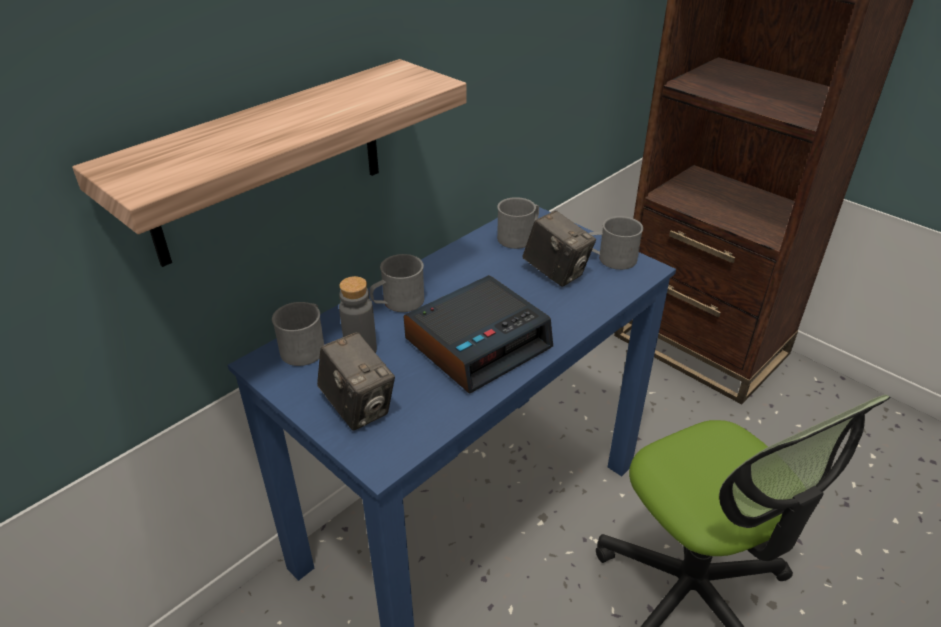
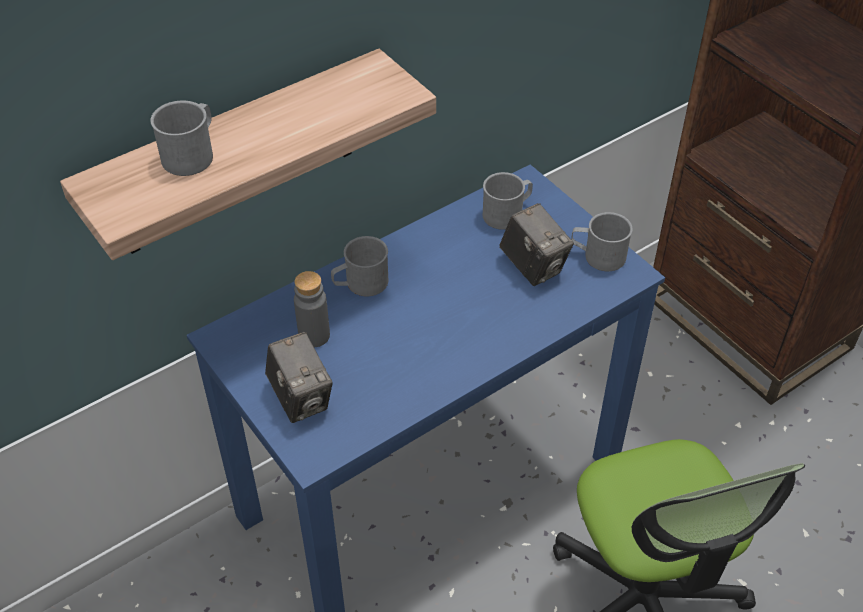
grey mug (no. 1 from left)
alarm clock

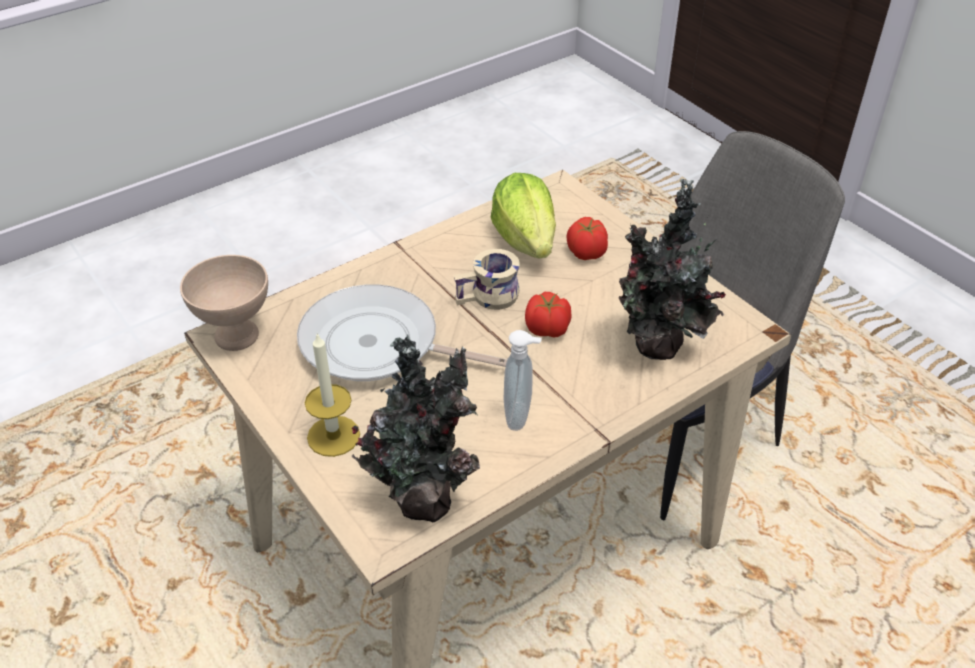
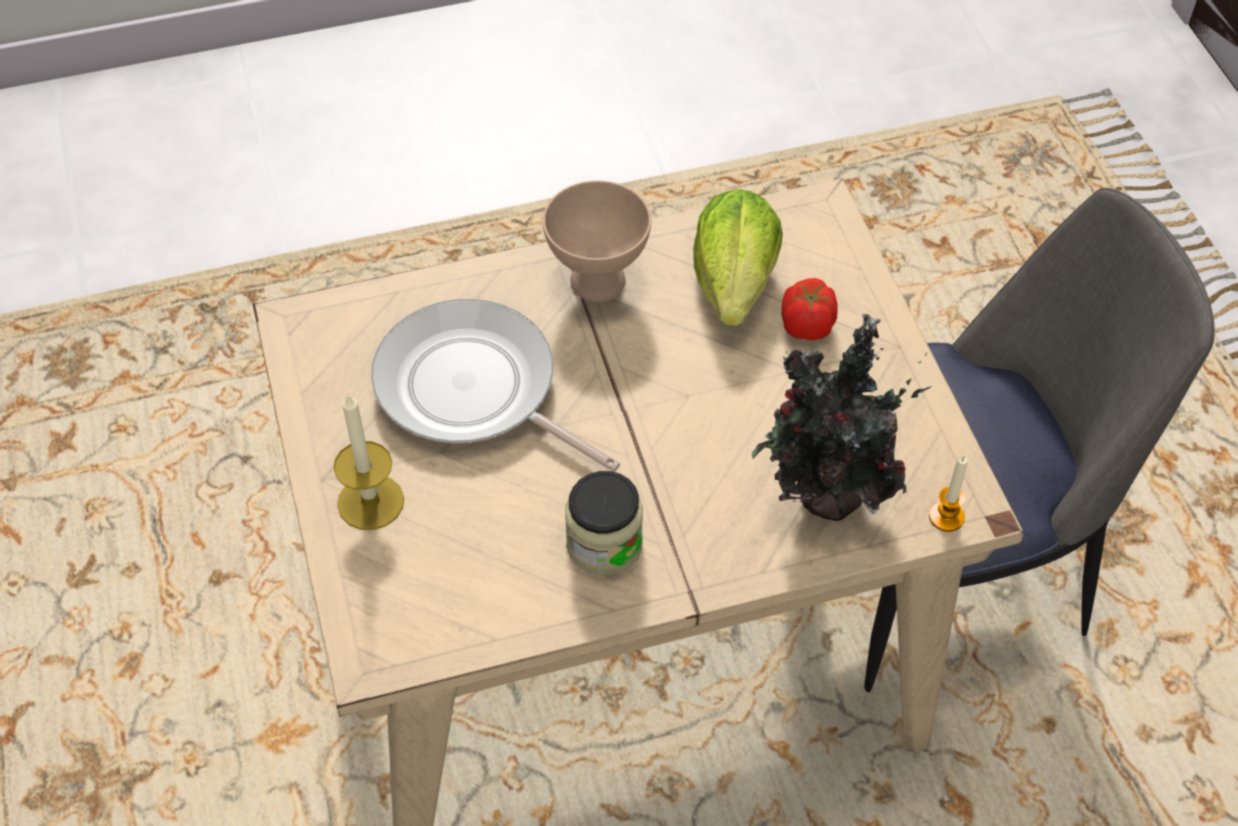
beige bowl
potted plant (no. 1 from left in the first image)
beige mug
jar
tomato (no. 1 from left in the first image)
candle (no. 2 from left)

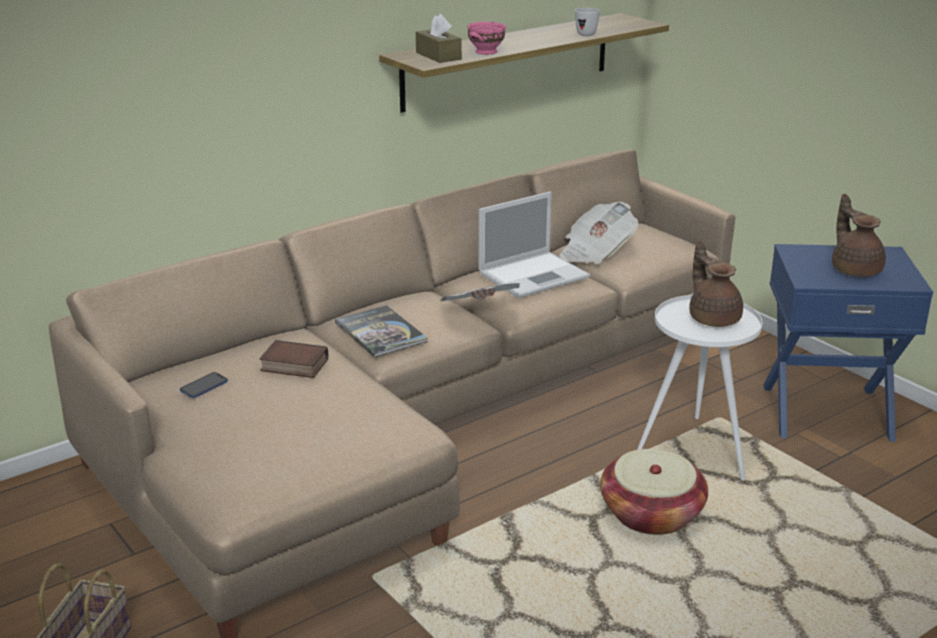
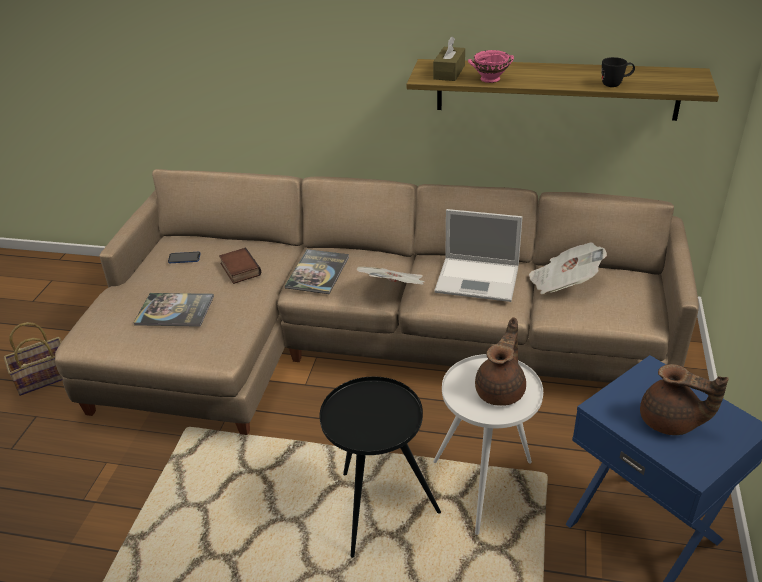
black mug
black side table
brown teapot (no. 2 from left)
book (no. 1 from left)

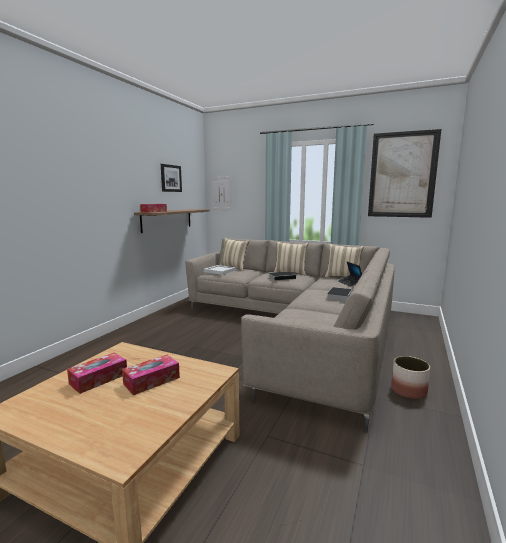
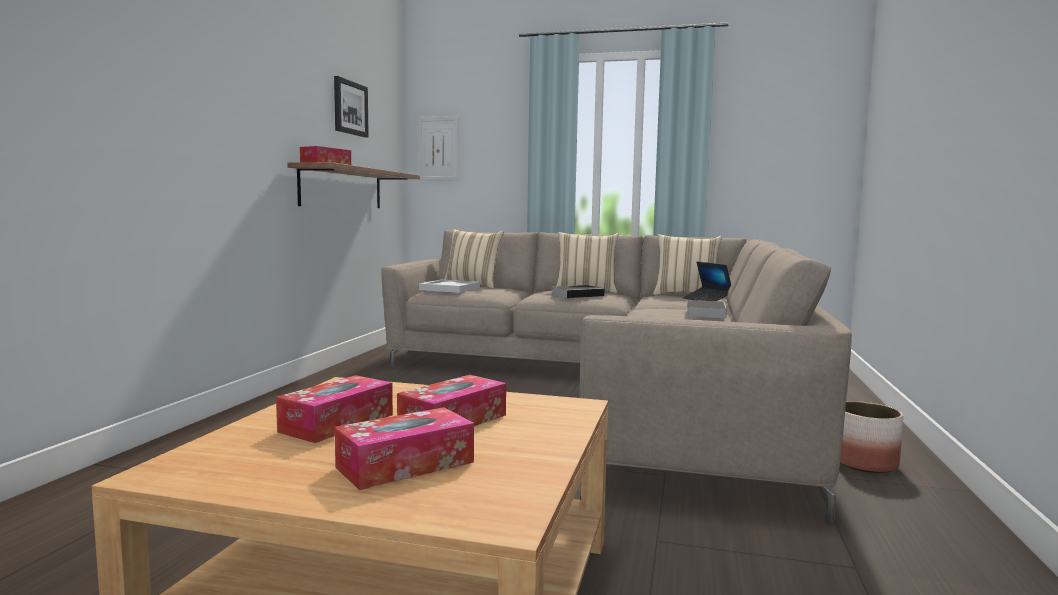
picture (no. 3 from left in the first image)
tissue box (no. 3 from left)

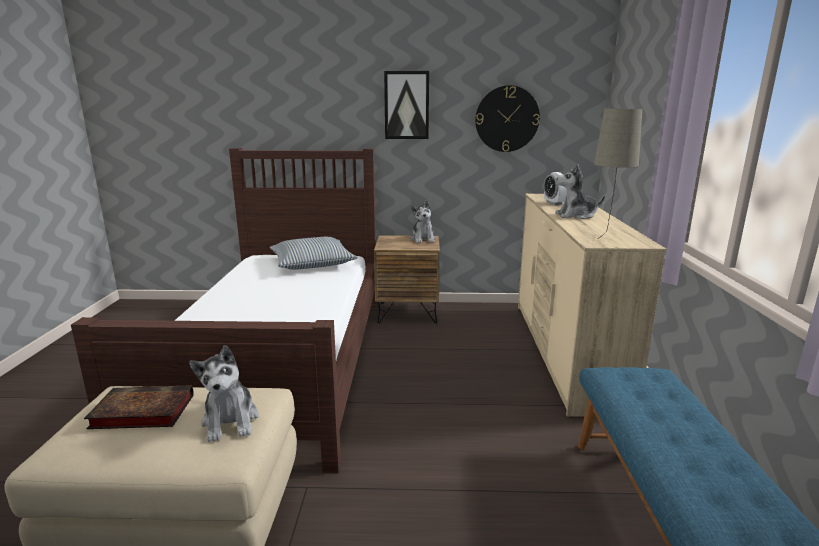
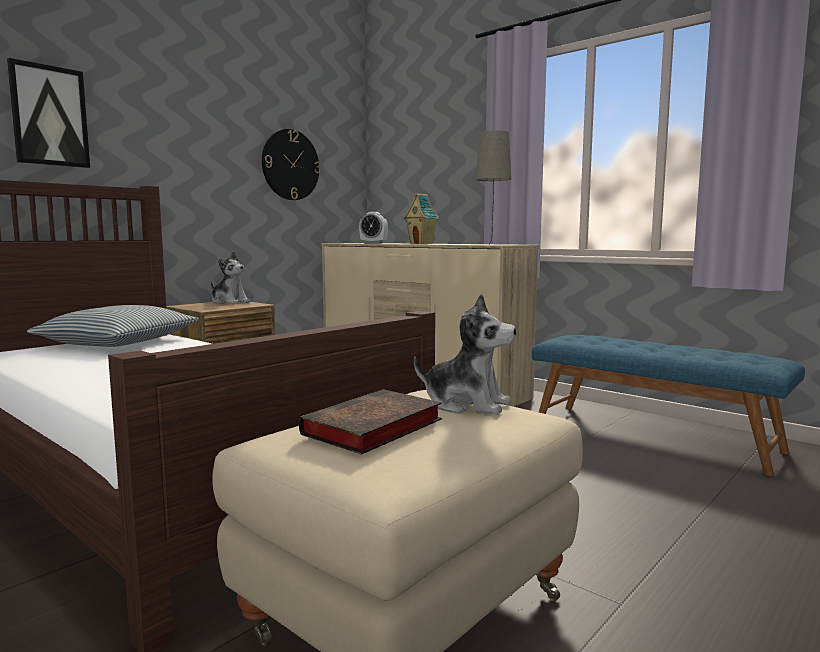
picture
toy house

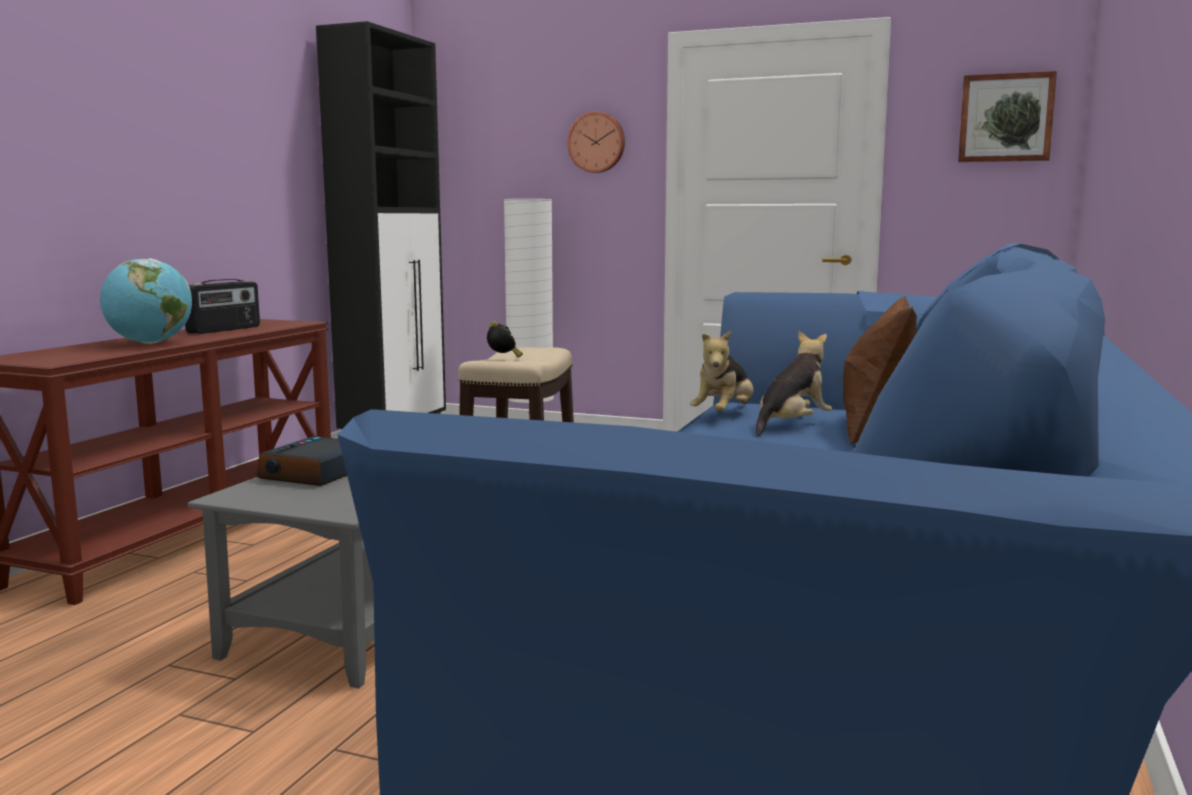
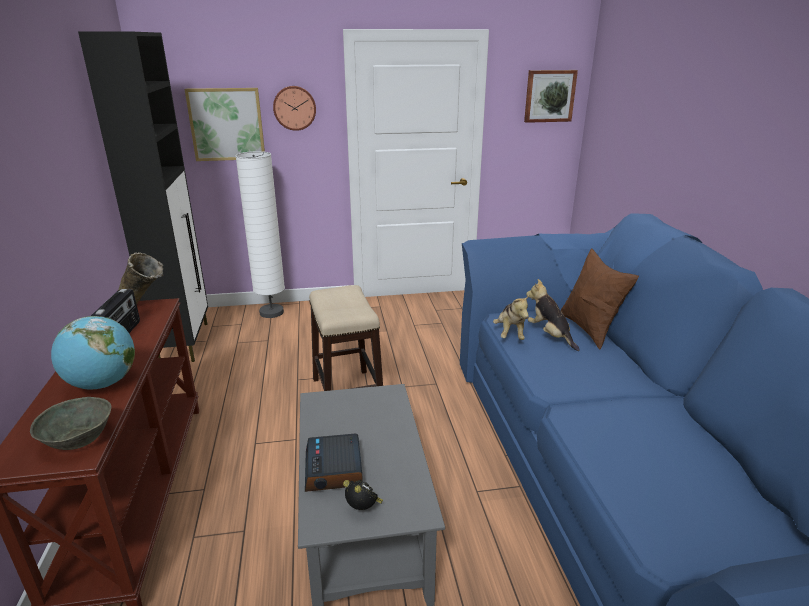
alarm clock (no. 2 from left)
plush toy (no. 2 from left)
grey bowl
beige vase
picture (no. 1 from left)

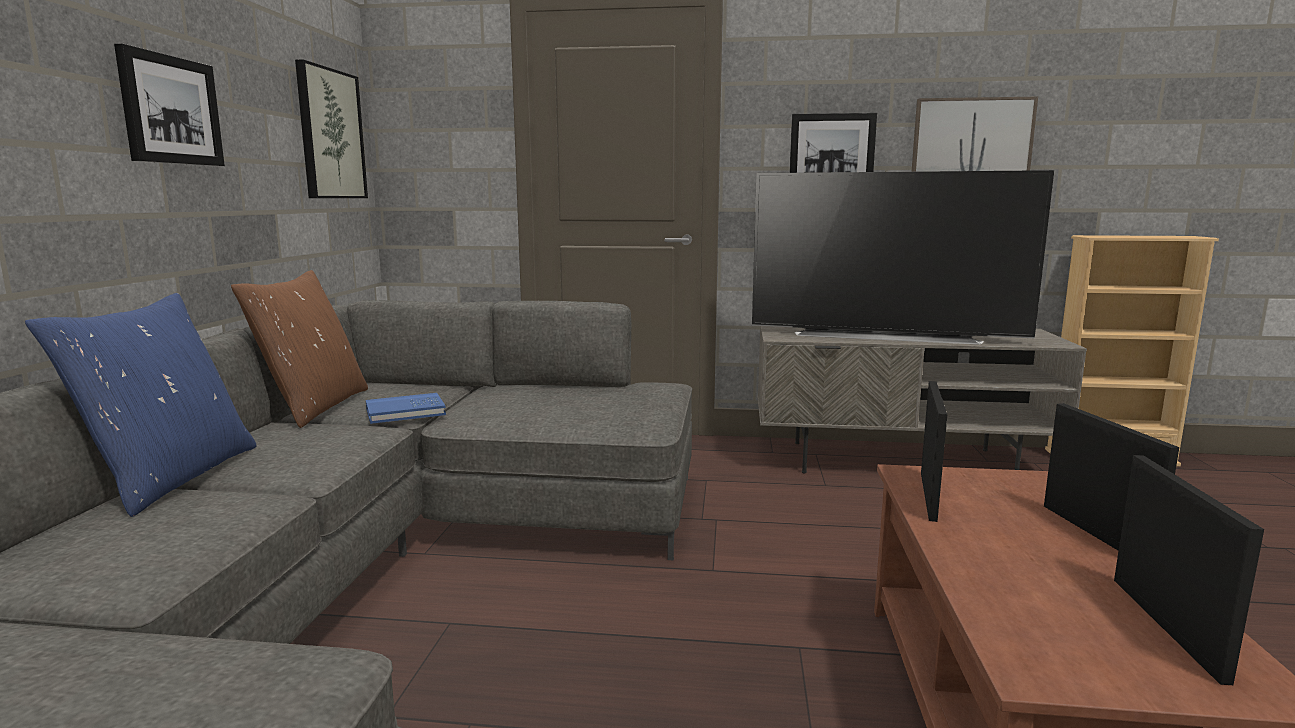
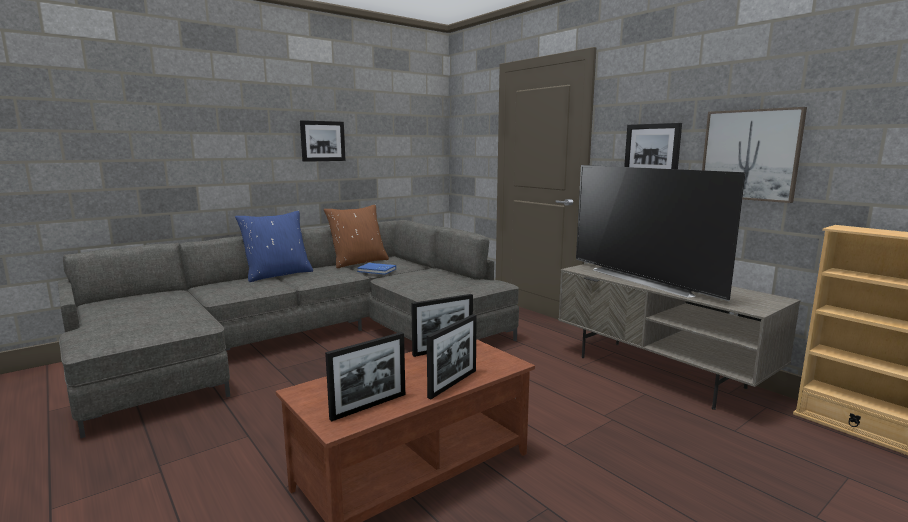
picture (no. 2 from left in the first image)

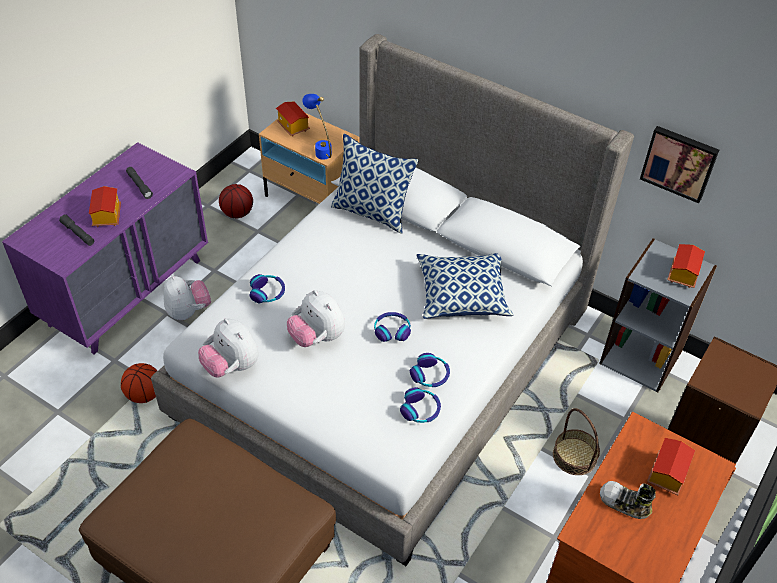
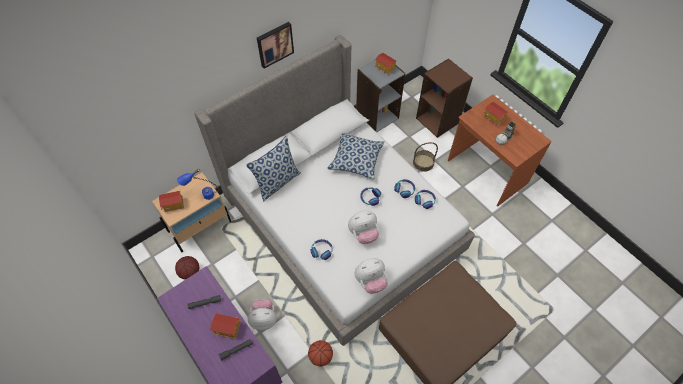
picture

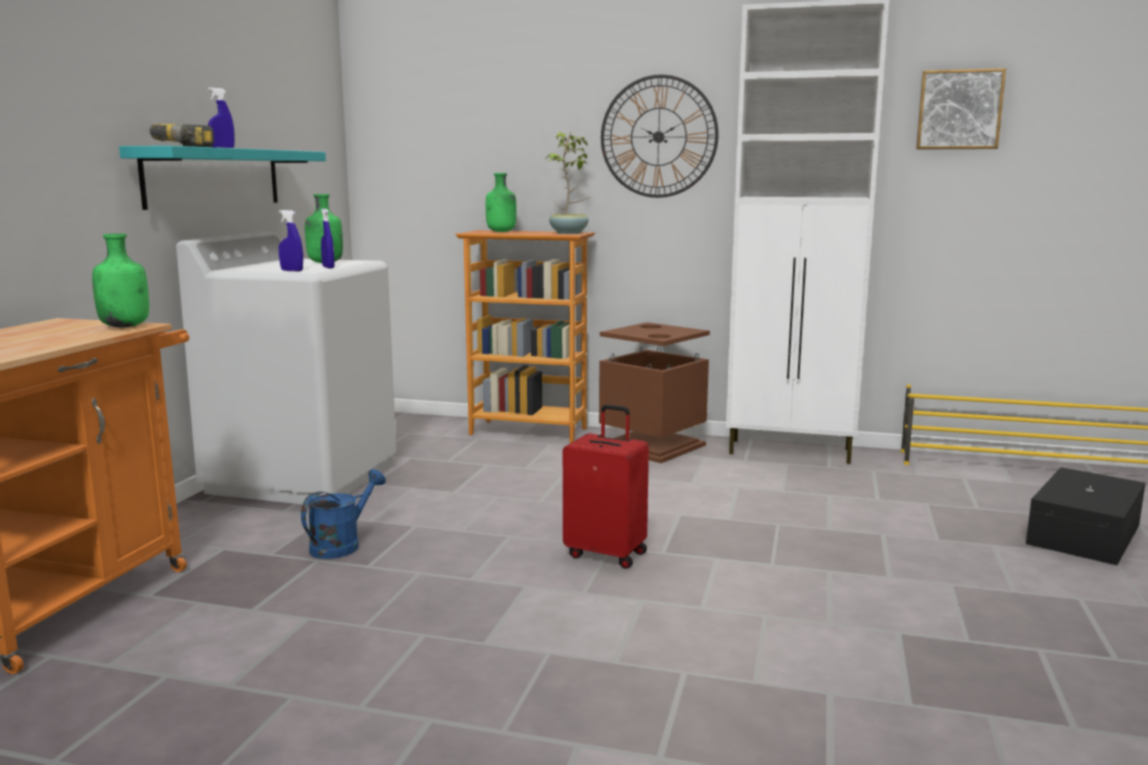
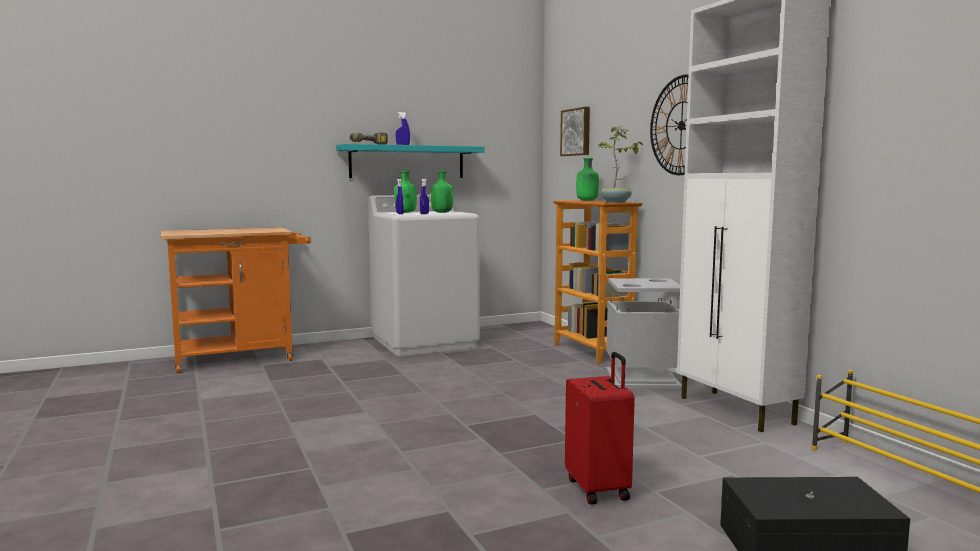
green bottle (no. 1 from left)
blue watering can
red suitcase
grey trash can
picture

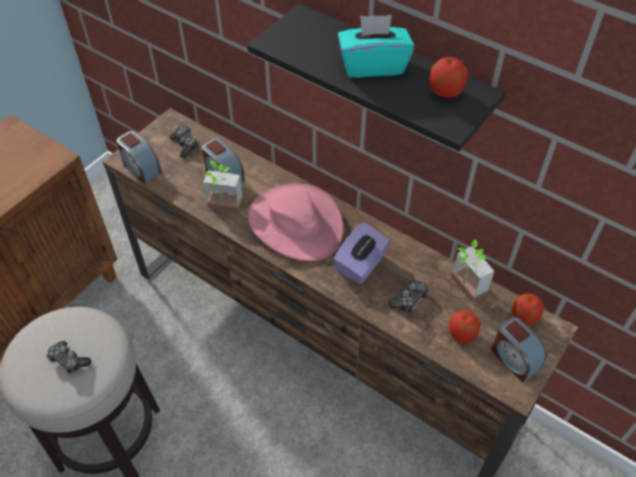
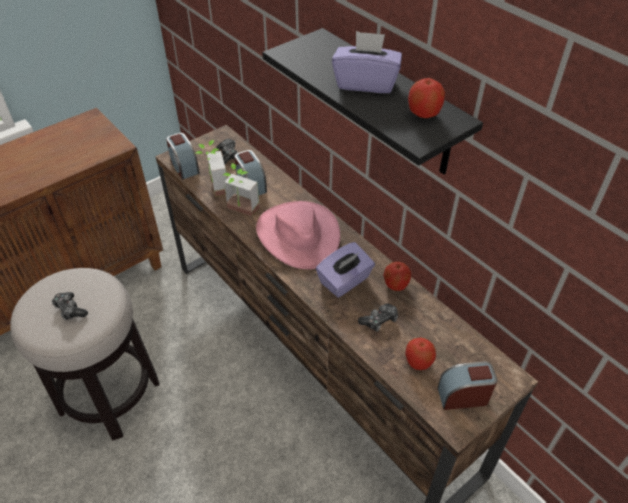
purple tissue box (no. 2 from left)
potted plant (no. 1 from left)
alarm clock (no. 3 from left)
apple (no. 1 from left)

